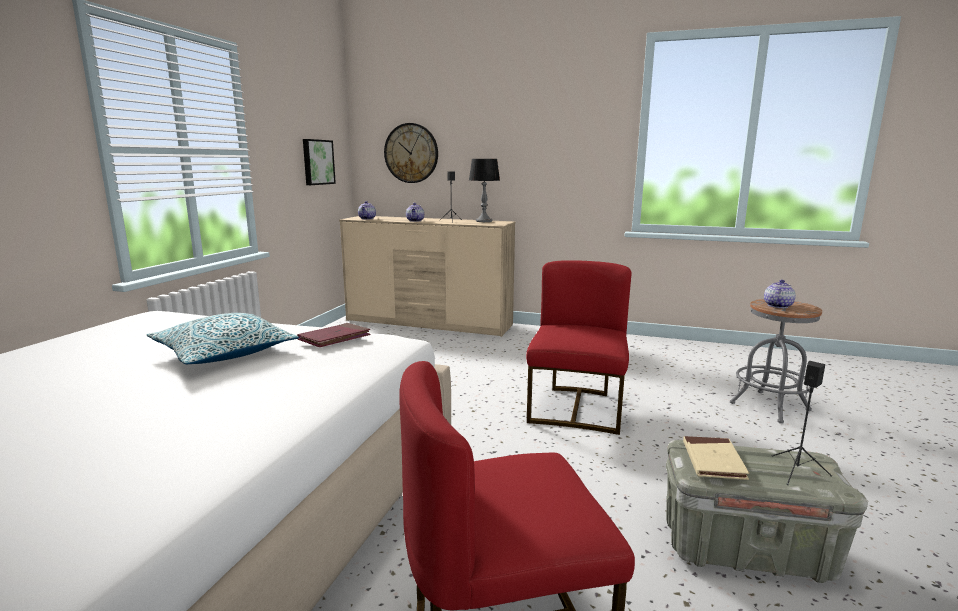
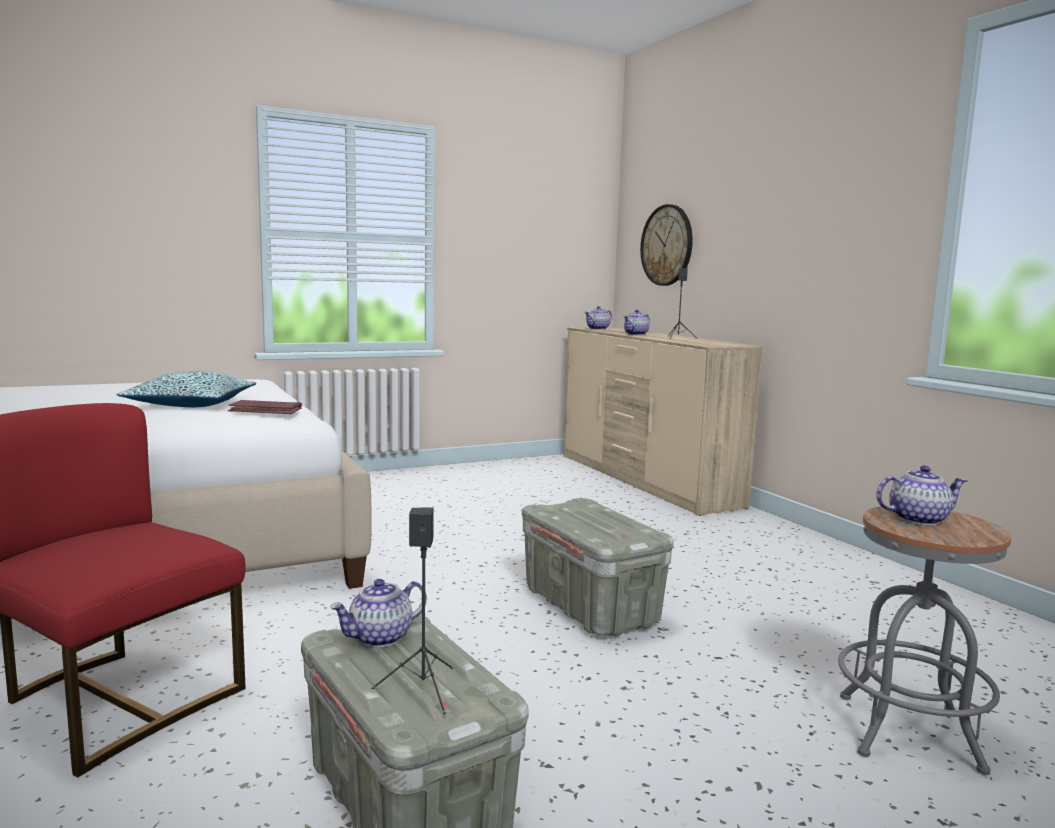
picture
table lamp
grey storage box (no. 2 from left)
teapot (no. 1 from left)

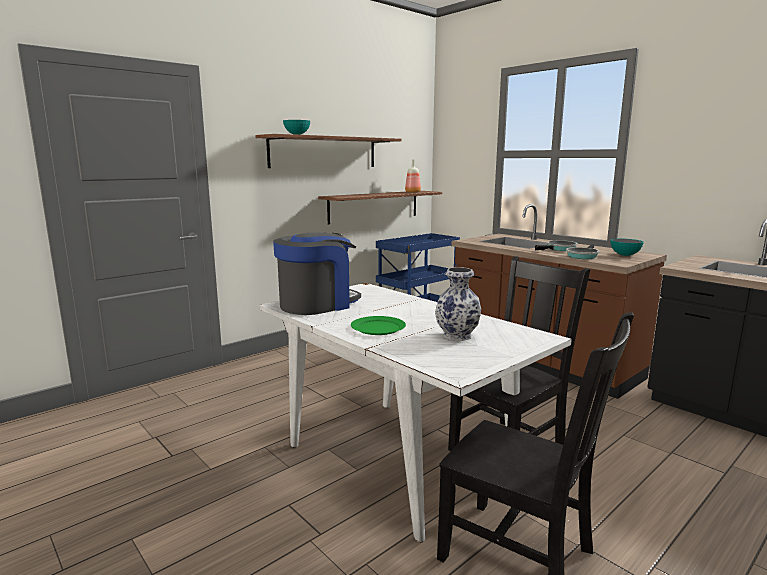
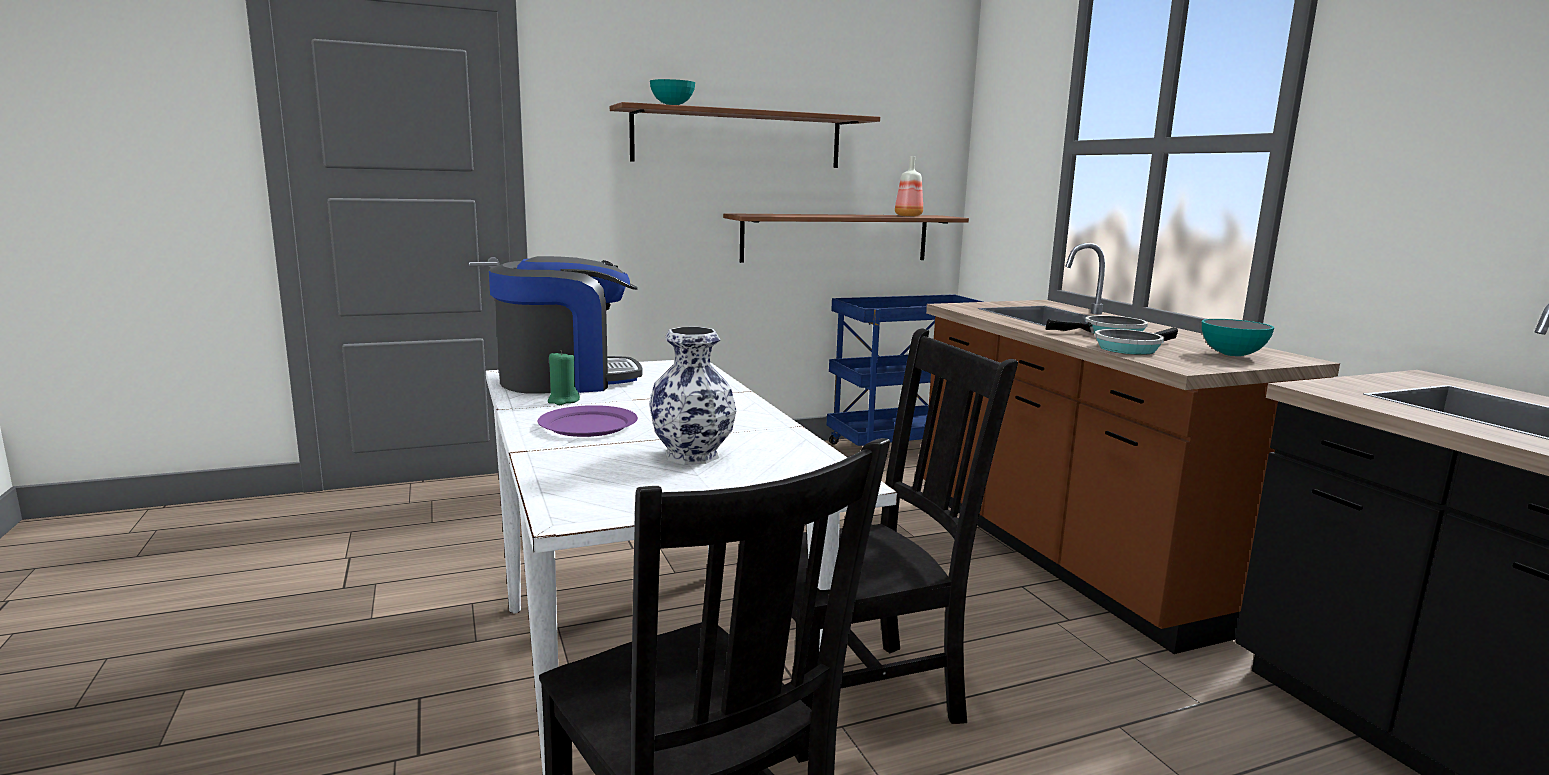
purple plate
green candle

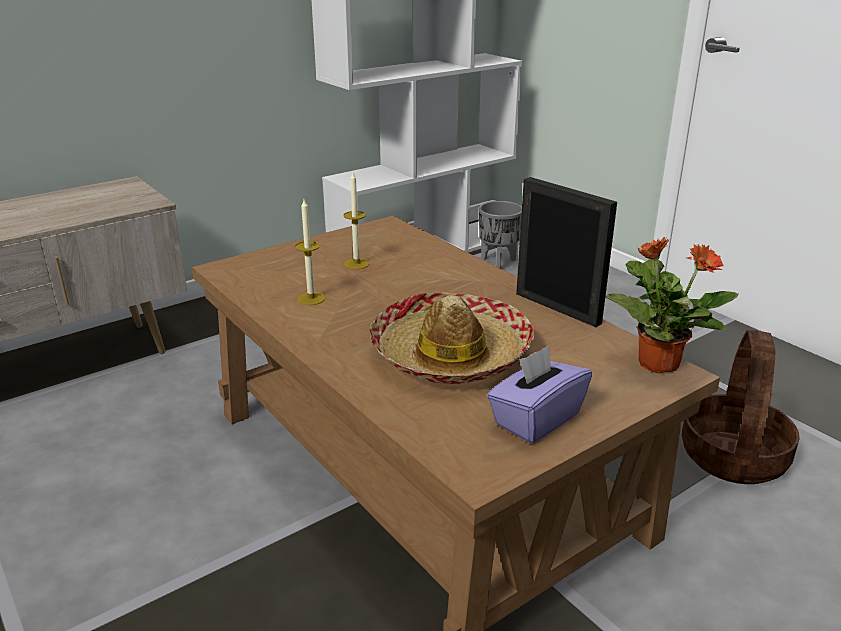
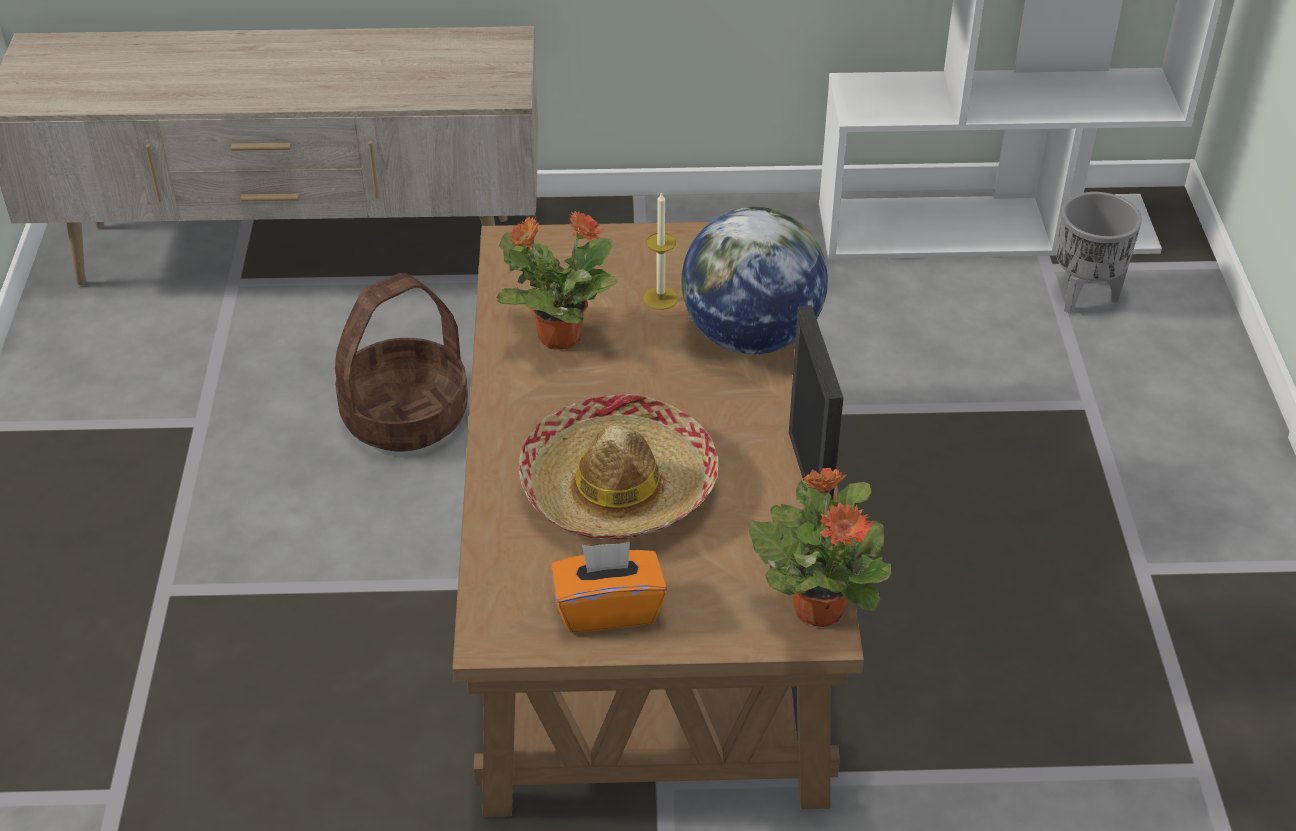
potted plant (no. 1 from left)
orange tissue box
basket
globe

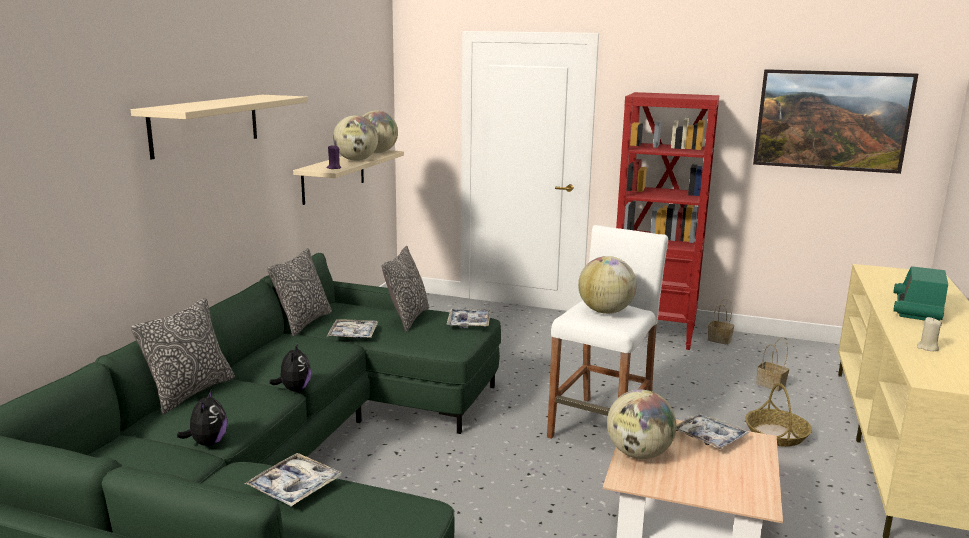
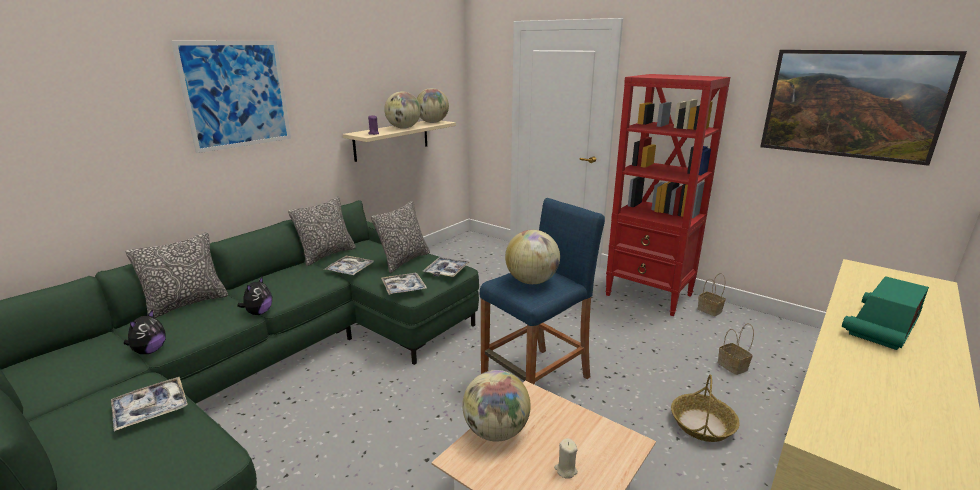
picture (no. 1 from left)
blue stool
tray (no. 3 from left)
beige candle

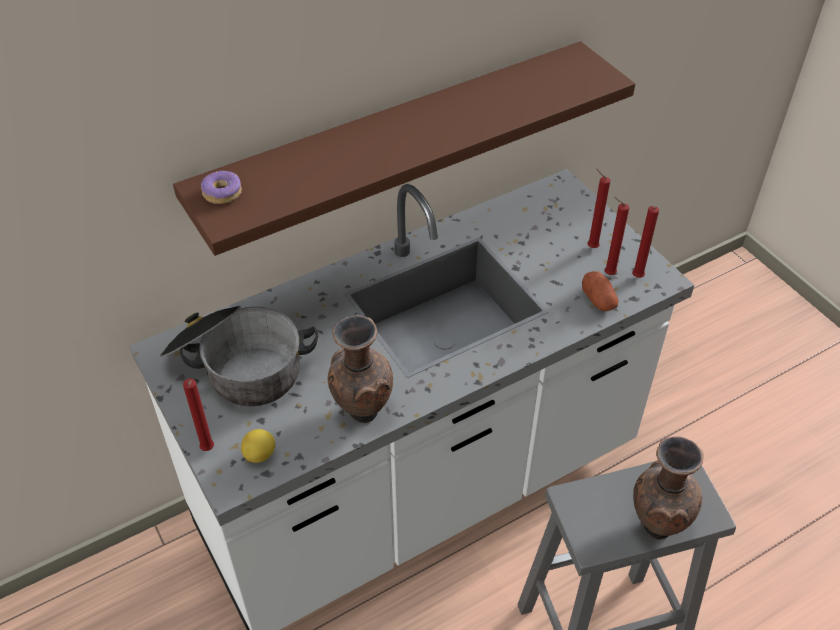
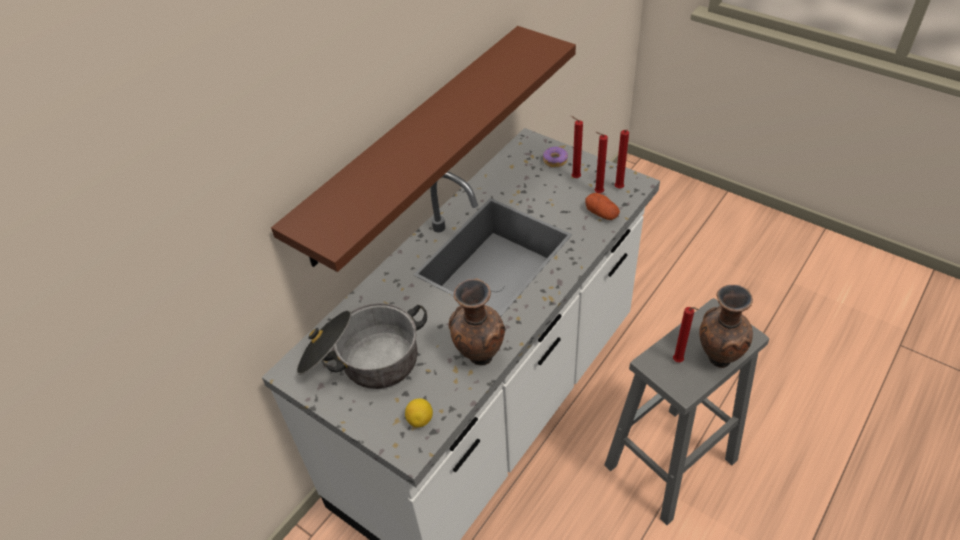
red candle (no. 4 from left)
donut

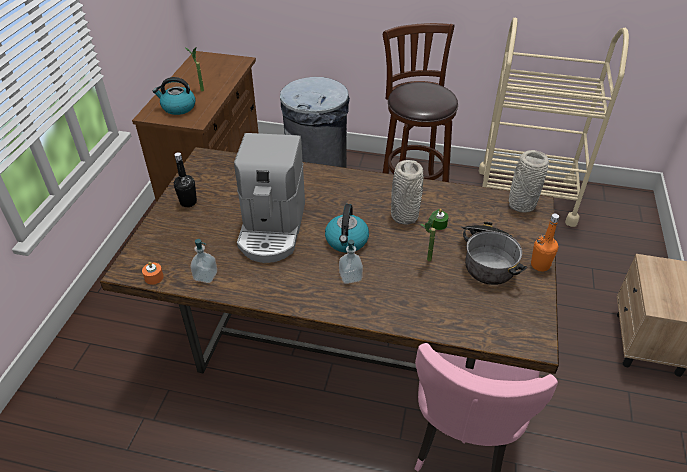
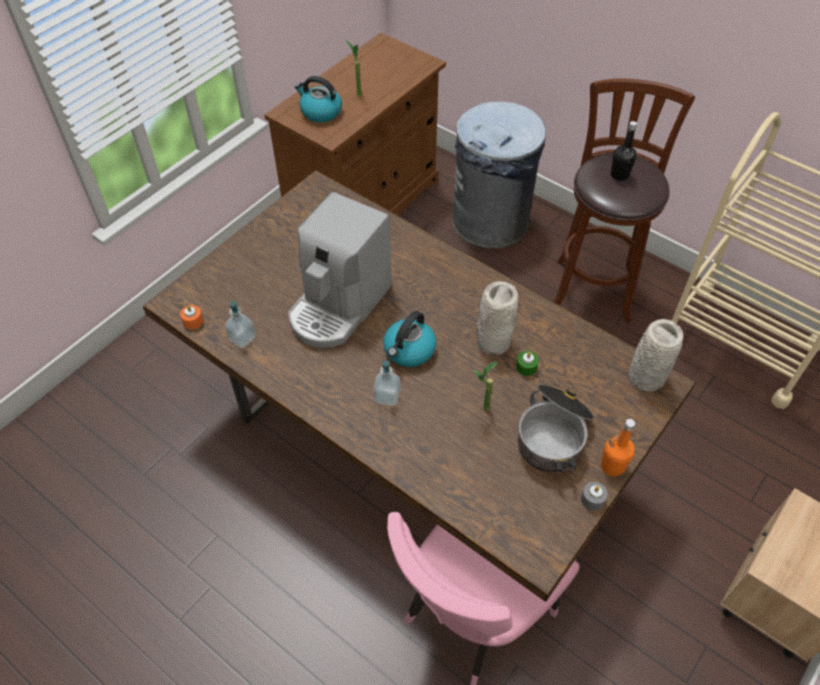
black bottle
grey candle

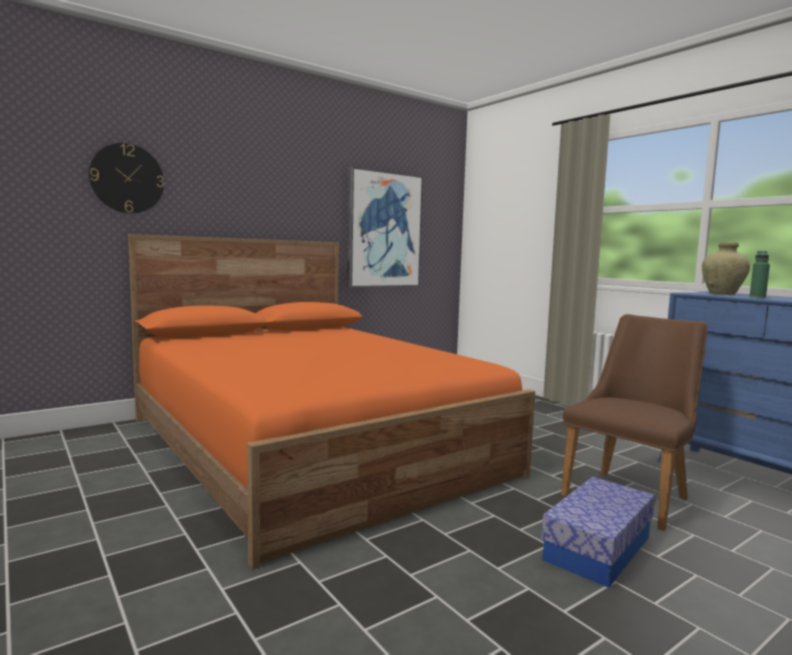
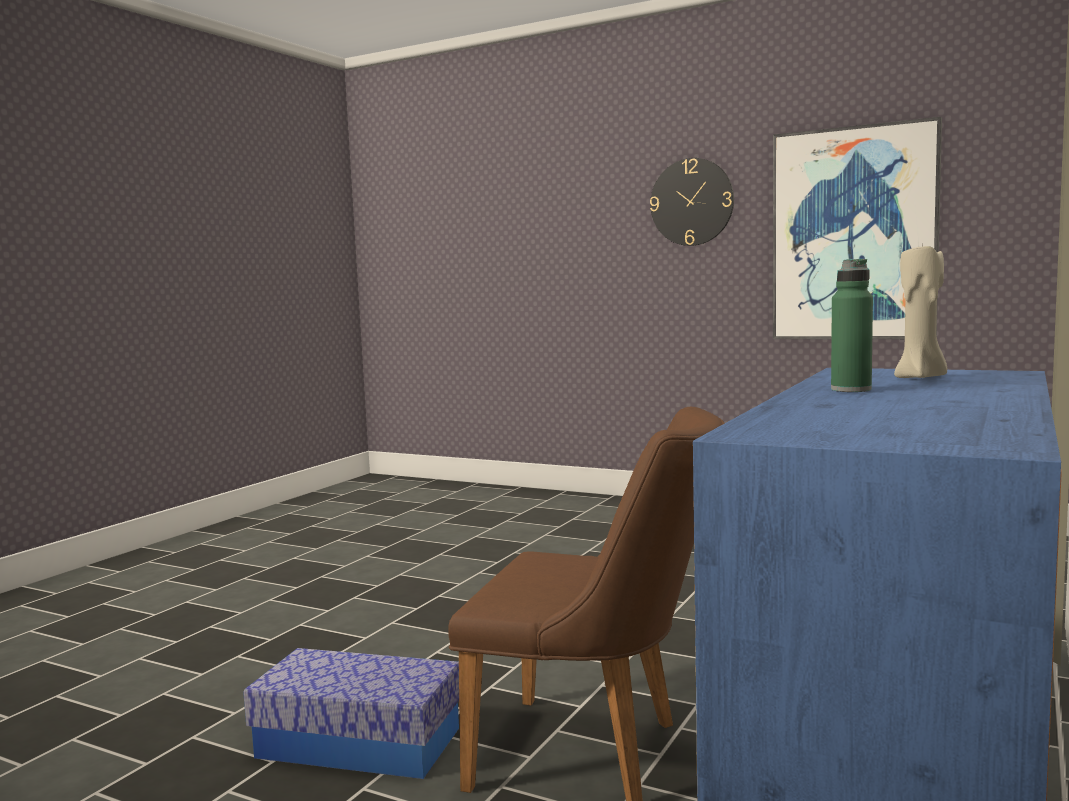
wall clock
orange bed
beige candle

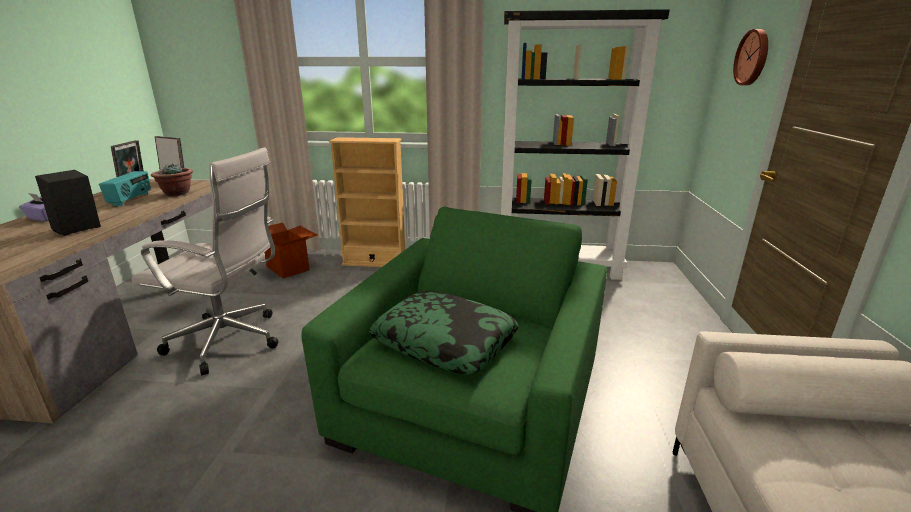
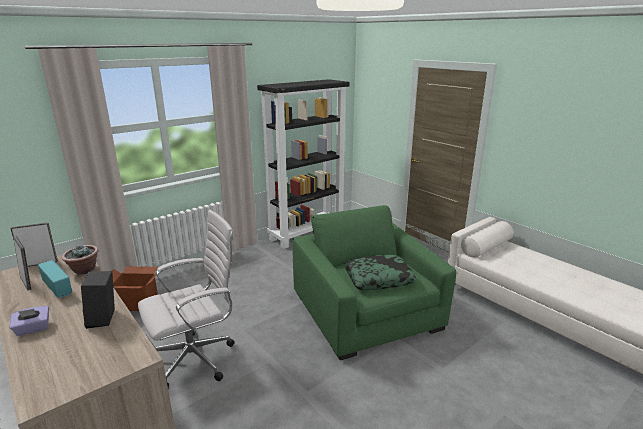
beige bookcase
wall clock

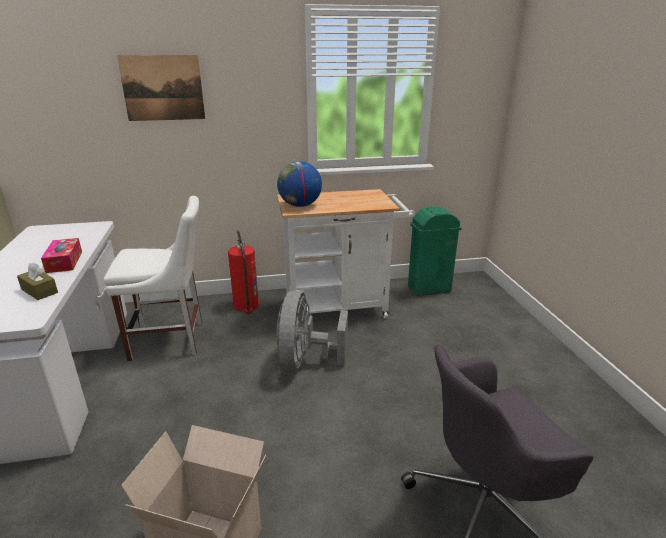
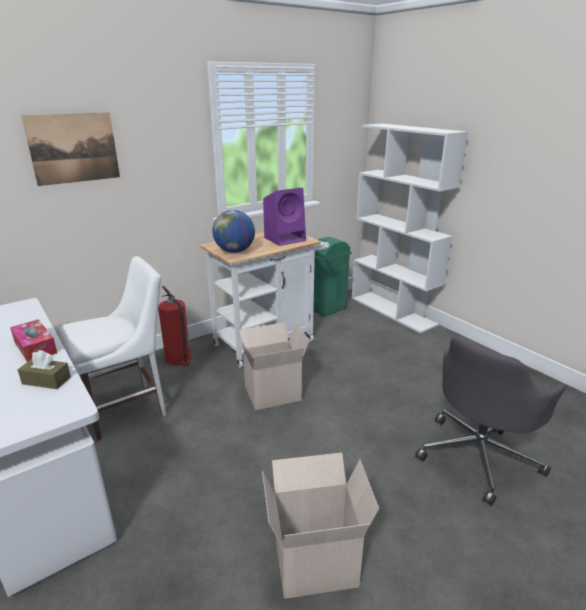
cardboard box (no. 1 from left)
purple speaker
white bookcase

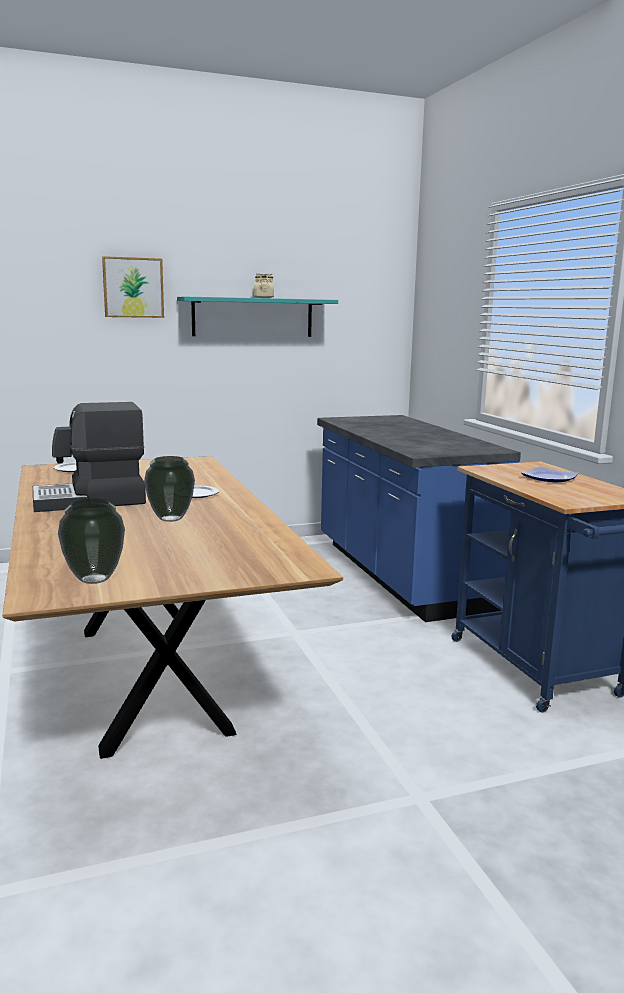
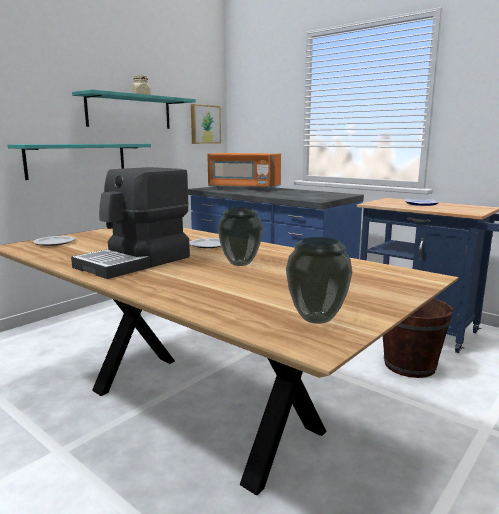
picture
turquoise shelf (no. 1 from left)
orange microwave
brown bucket

